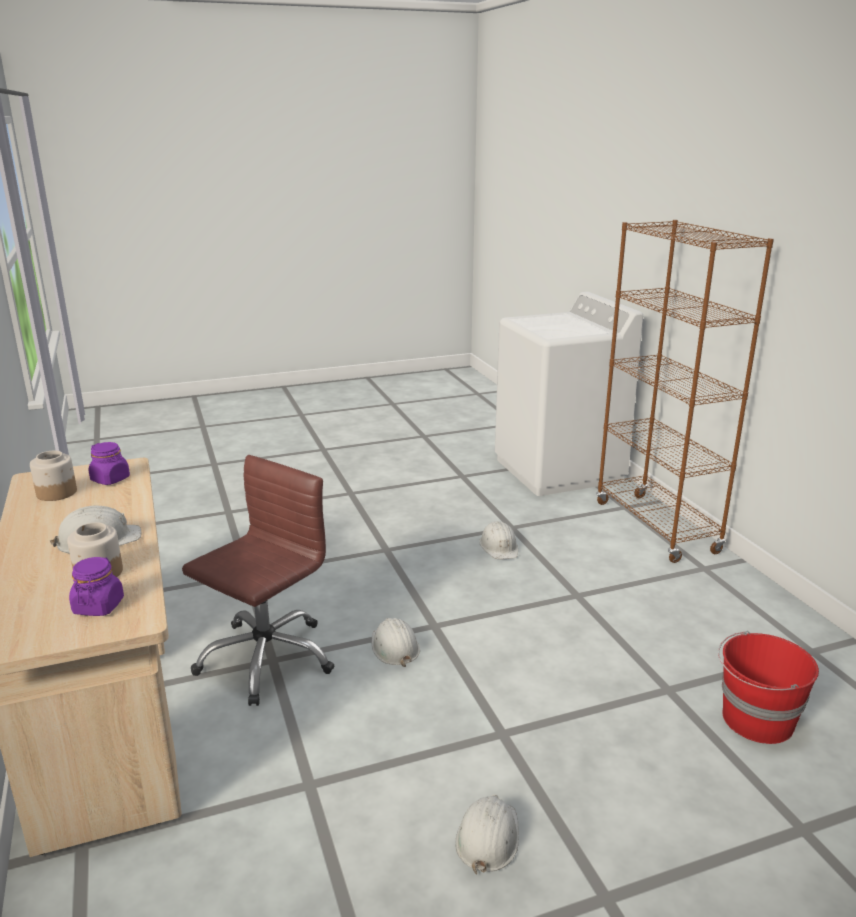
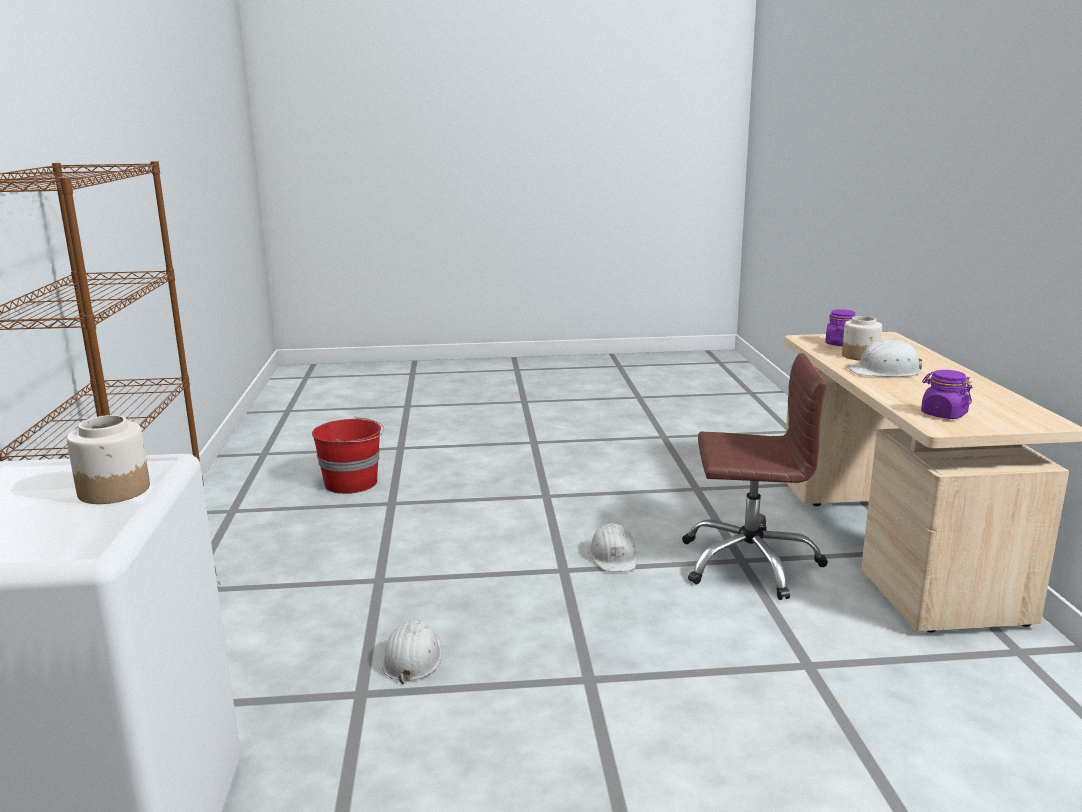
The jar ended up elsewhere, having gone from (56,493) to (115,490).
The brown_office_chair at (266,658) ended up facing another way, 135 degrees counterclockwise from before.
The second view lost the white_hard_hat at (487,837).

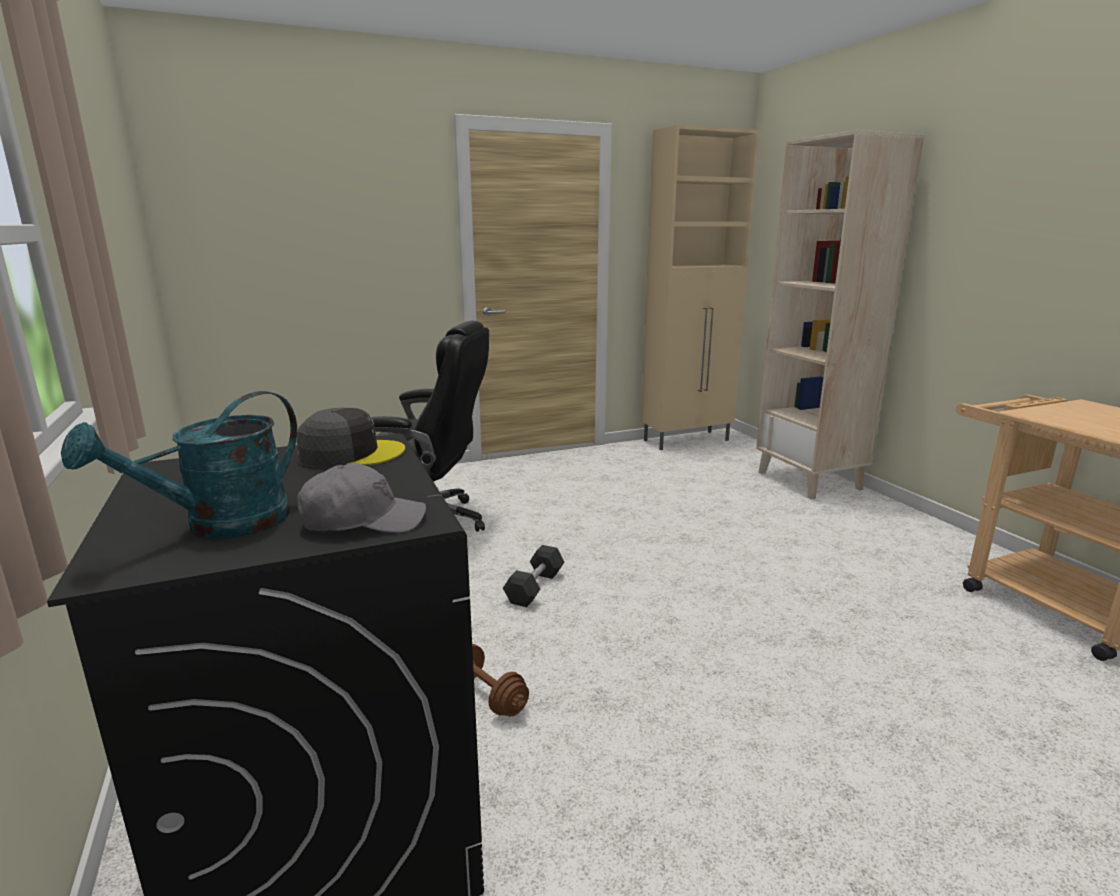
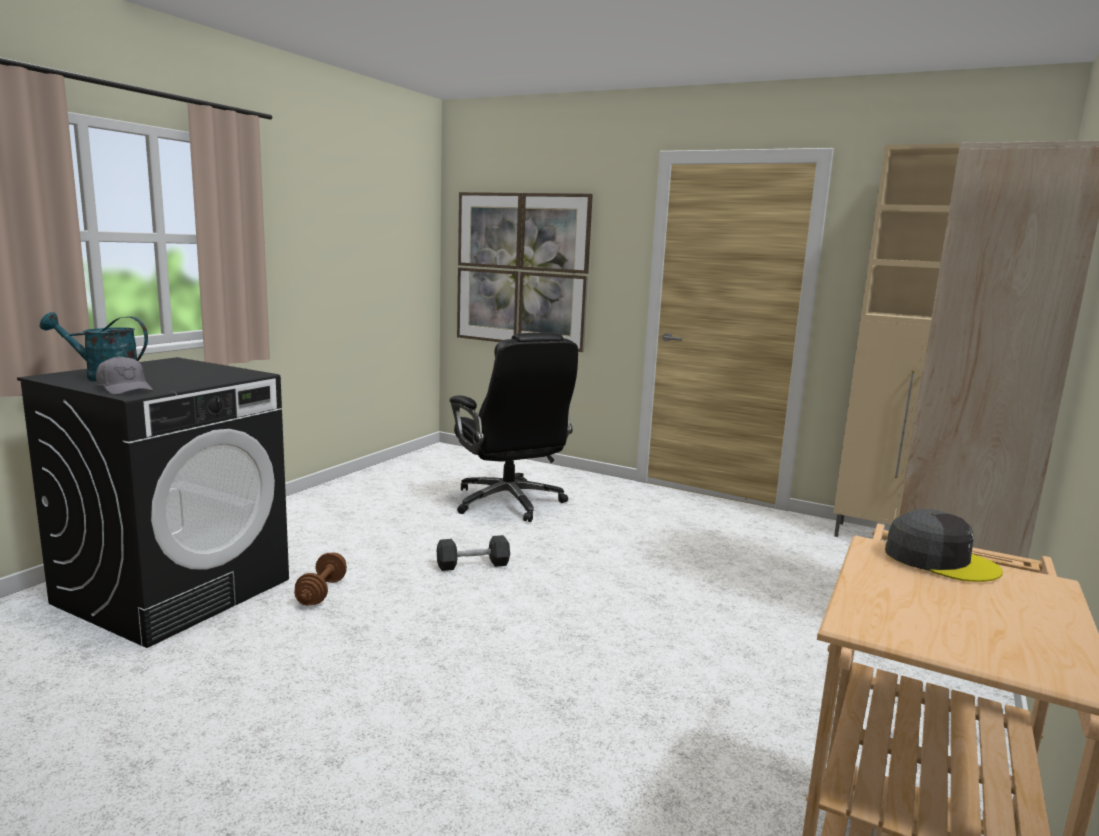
The grey_cap ended up elsewhere, having gone from (350,453) to (939,560).
The second view gained the picture at (521,270).

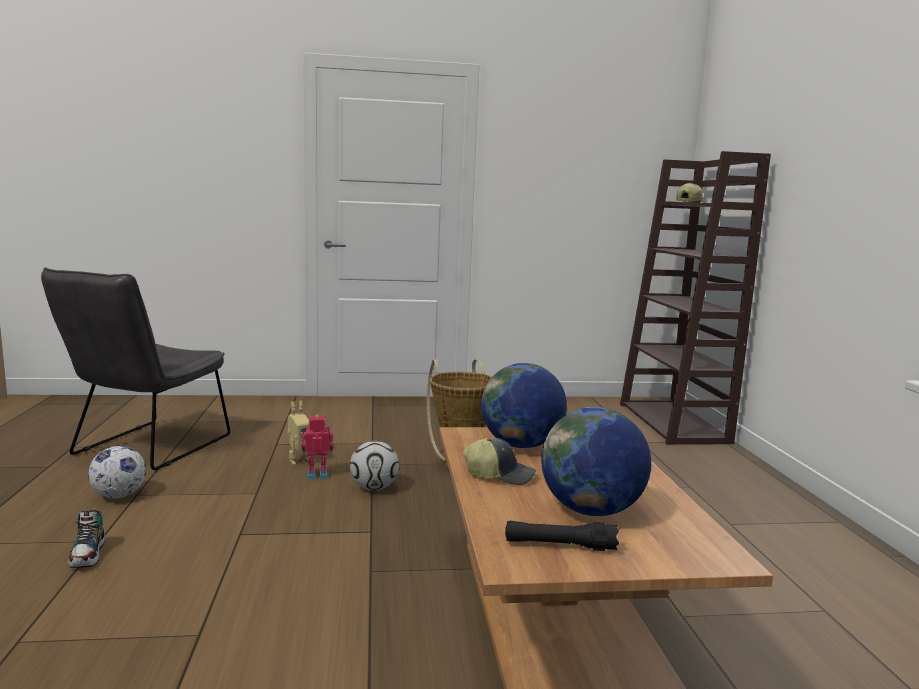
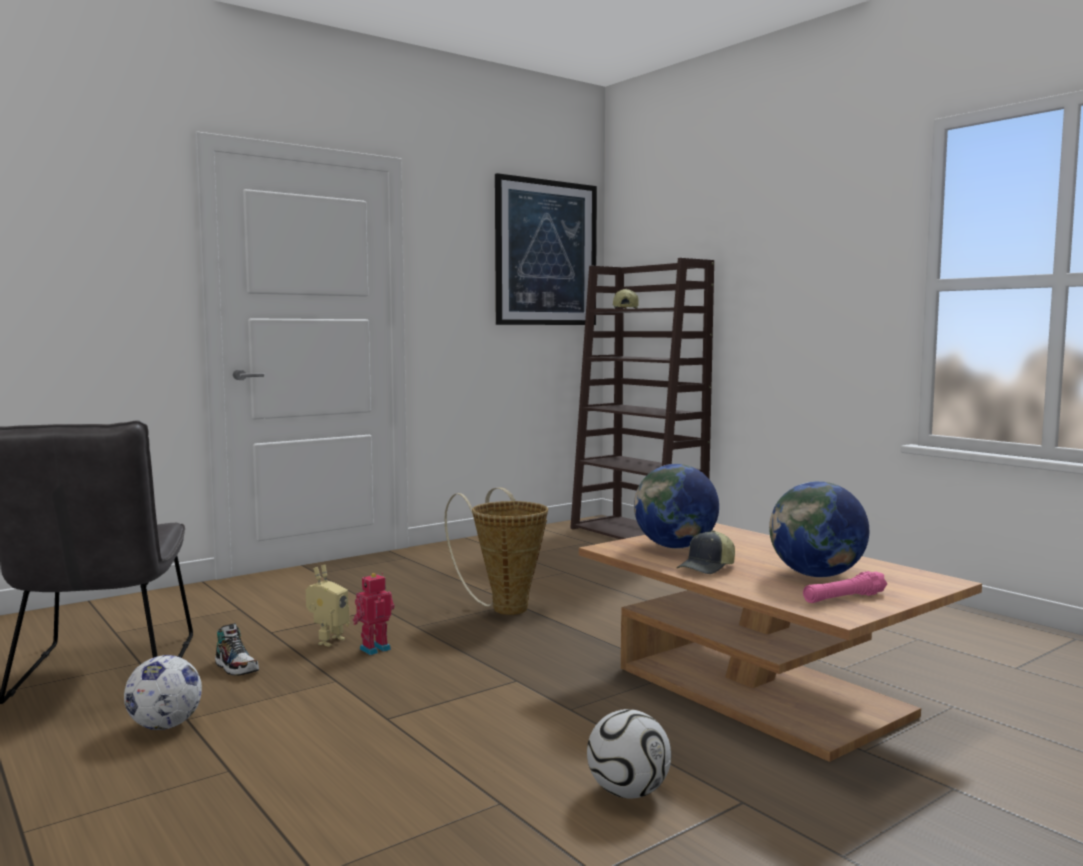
The cap at (500,475) ended up facing another way, 150 degrees clockwise from before.
The football ended up elsewhere, having gone from (373,488) to (628,792).
The shoe ended up elsewhere, having gone from (88,555) to (236,667).
What was the black_flashlight at (560,545) turned into the pink_flashlight at (844,598).
The second view gained the picture at (546,253).

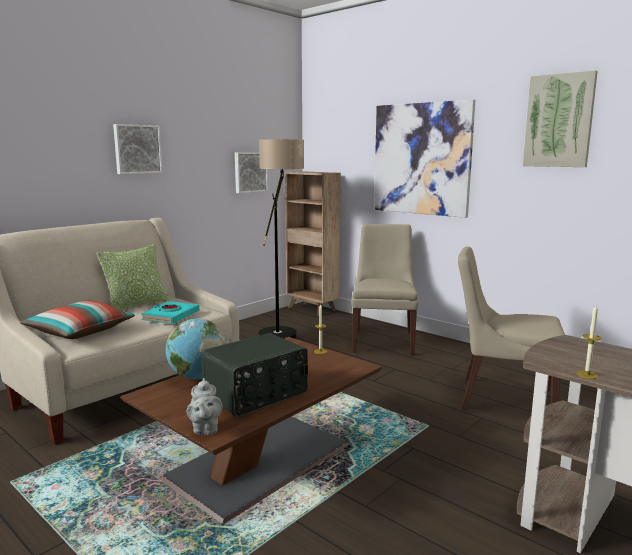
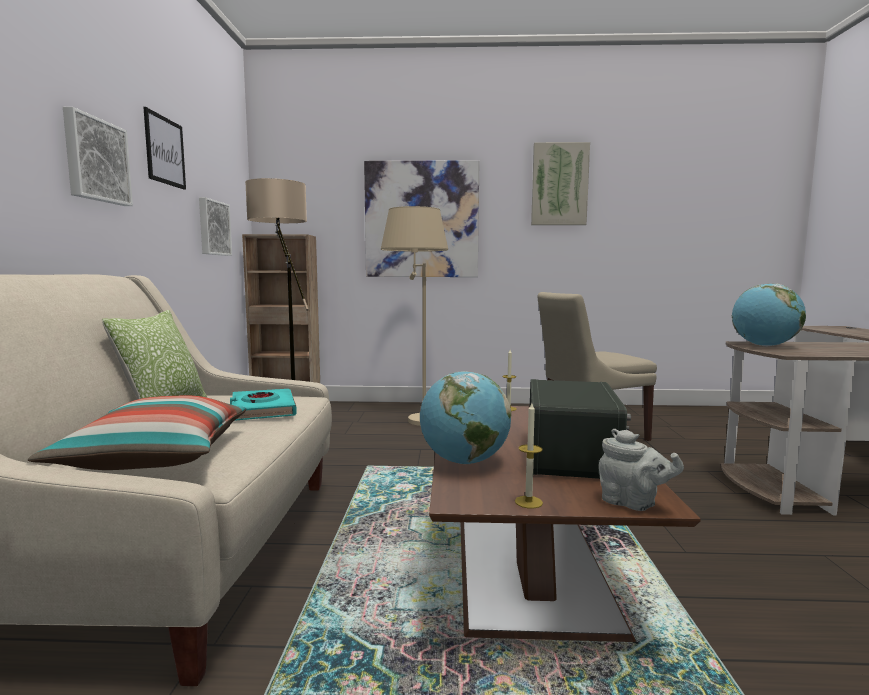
Where the beige_chair stood at (383,341), the beige_floor_lamp came to stand at (414,416).
The candle ended up elsewhere, having gone from (587,375) to (528,502).
The second view gained the picture at (165,151).
The second view gained the globe at (764,346).

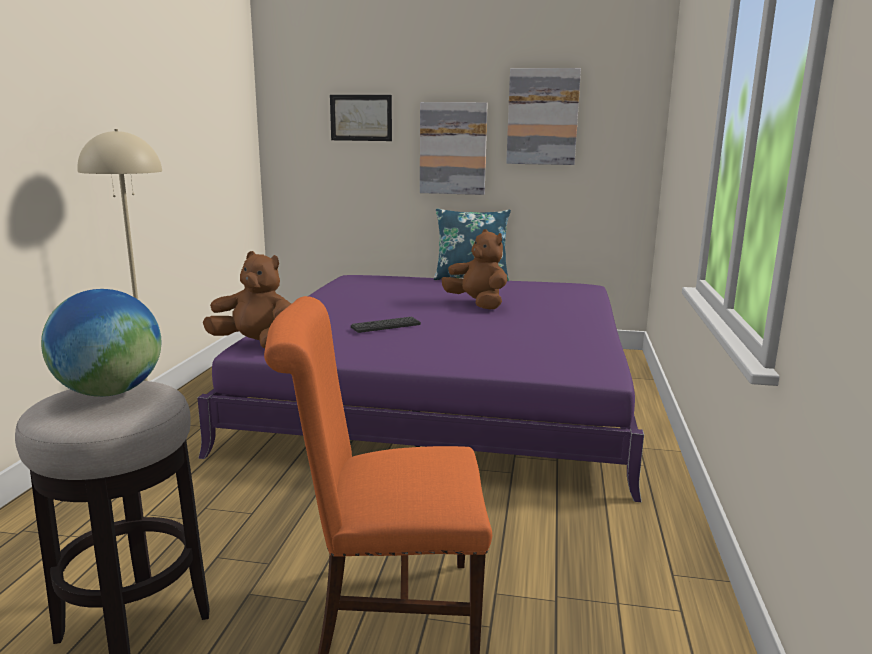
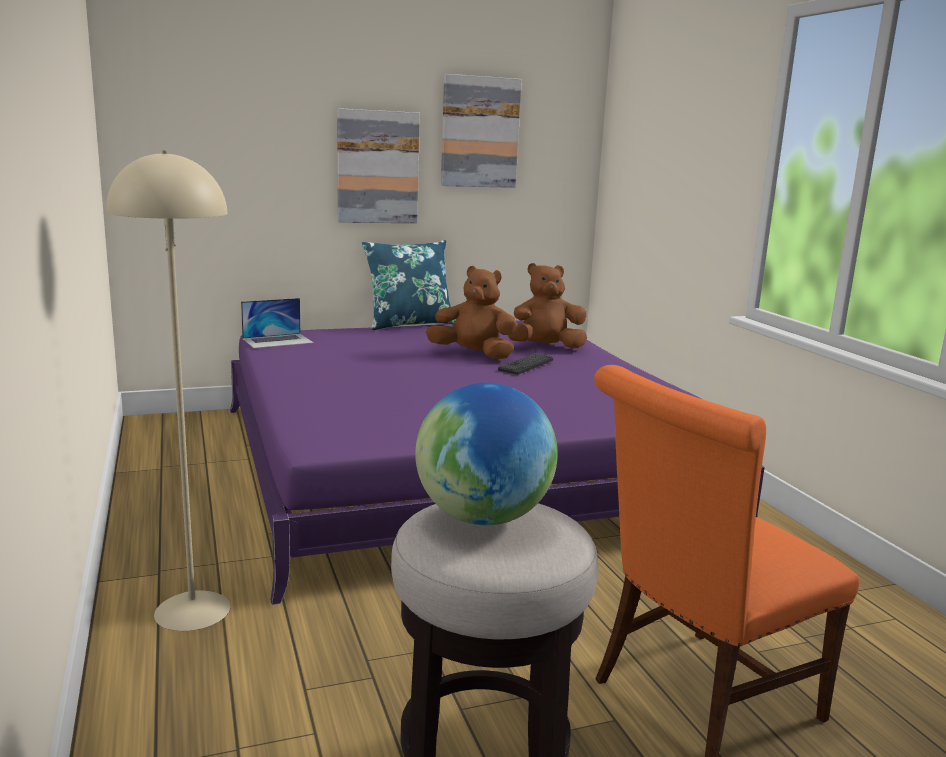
The second view lost the picture at (361,118).
The brown_plush_toy ended up elsewhere, having gone from (256,345) to (545,347).
The keyboard ended up elsewhere, having gone from (386,326) to (526,365).
The second view gained the laptop at (278,341).

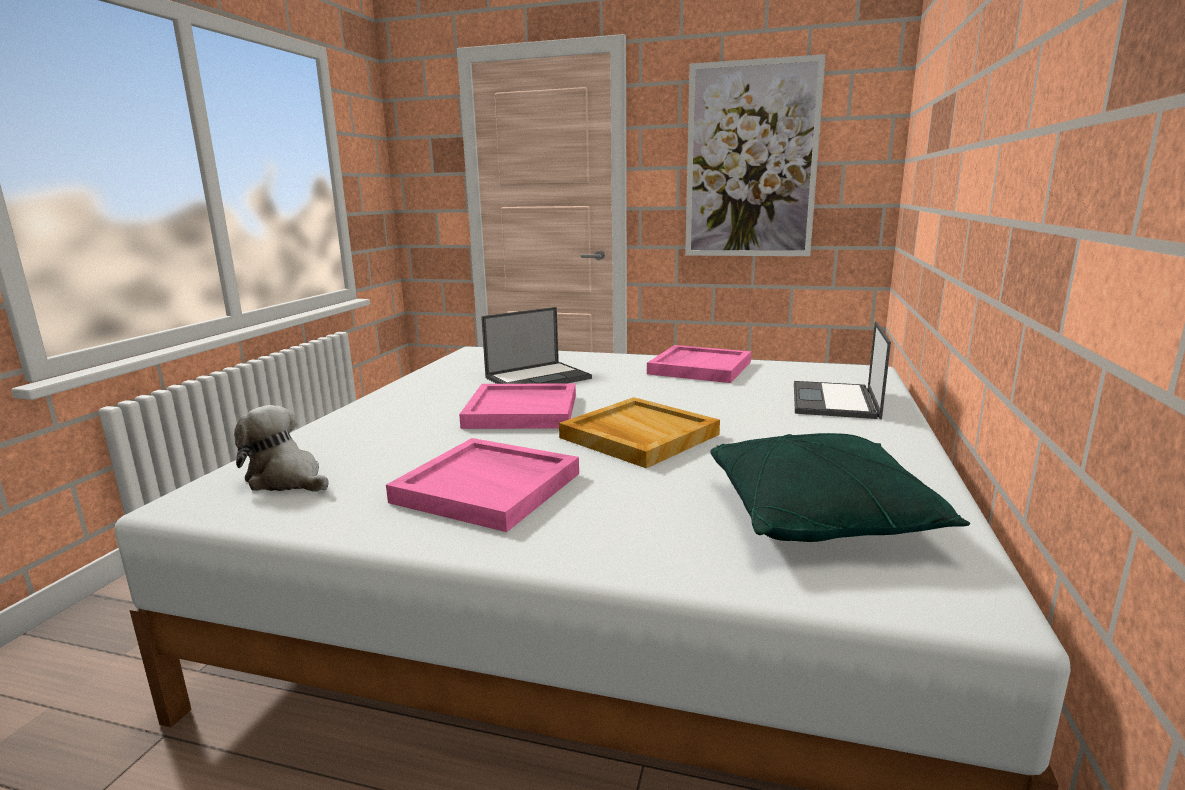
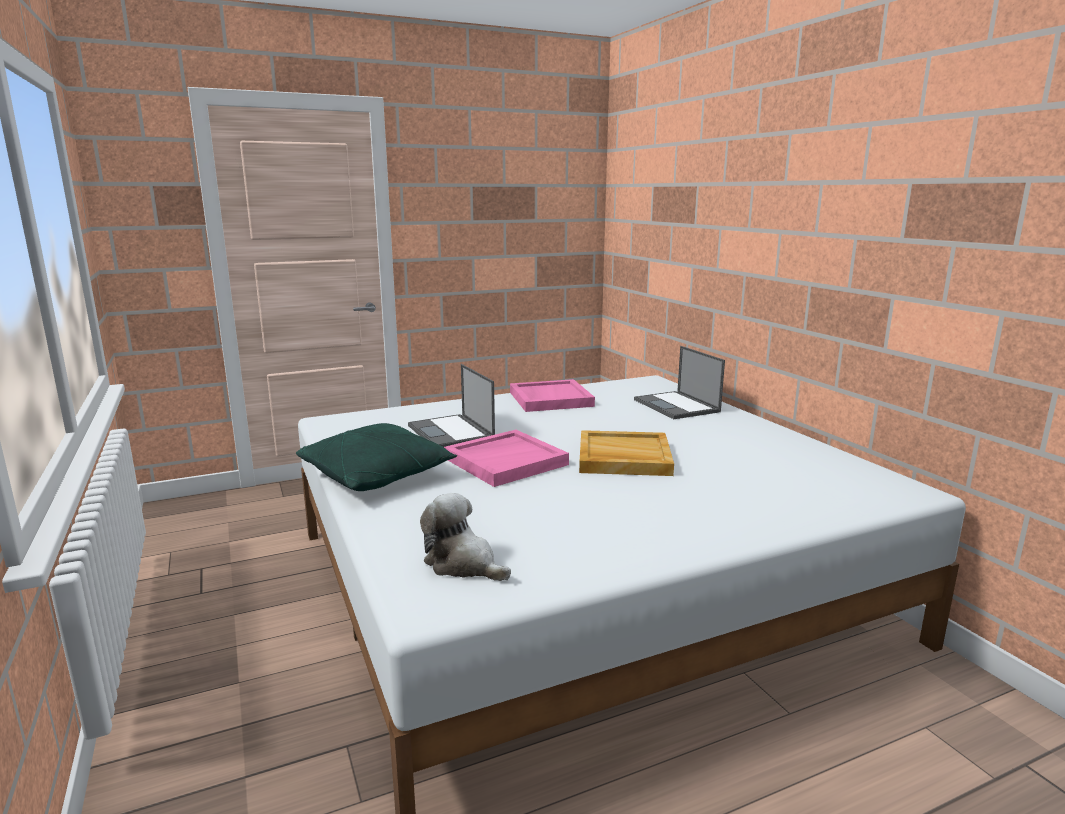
The second view lost the picture at (751,161).
The laptop at (539,378) ended up facing another way, 135 degrees clockwise from before.
The plush_toy at (287,480) ended up facing another way, 45 degrees clockwise from before.
The green_pillow ended up elsewhere, having gone from (821,516) to (378,475).
The second view lost the pink_tray at (489,487).

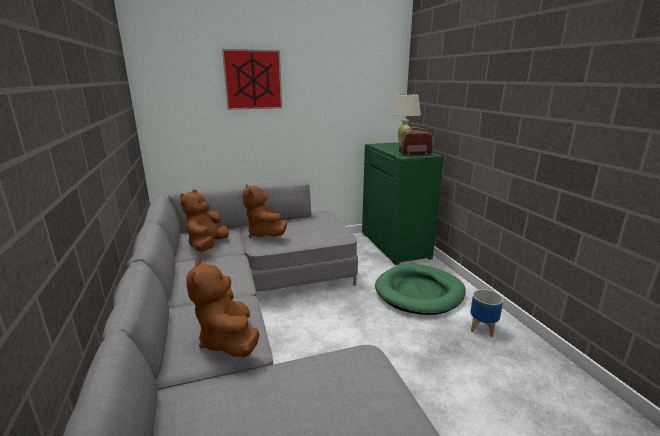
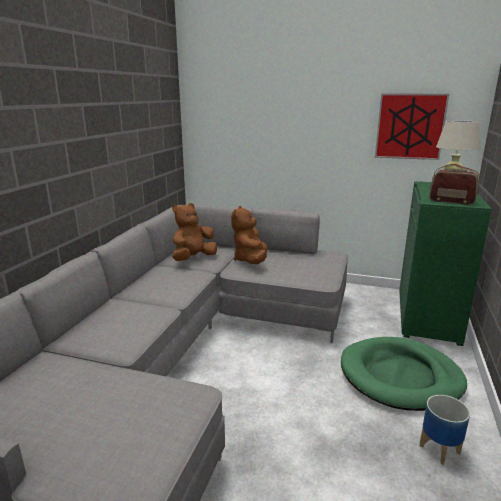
The picture ended up elsewhere, having gone from (253,80) to (410,126).
The second view lost the brown_plush_toy at (228,340).

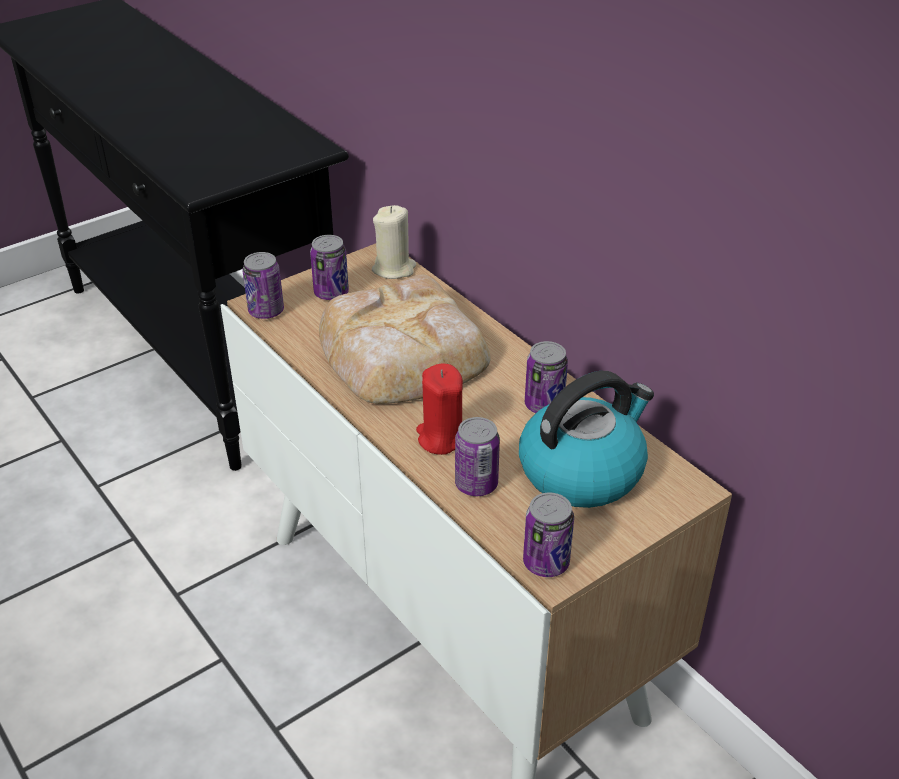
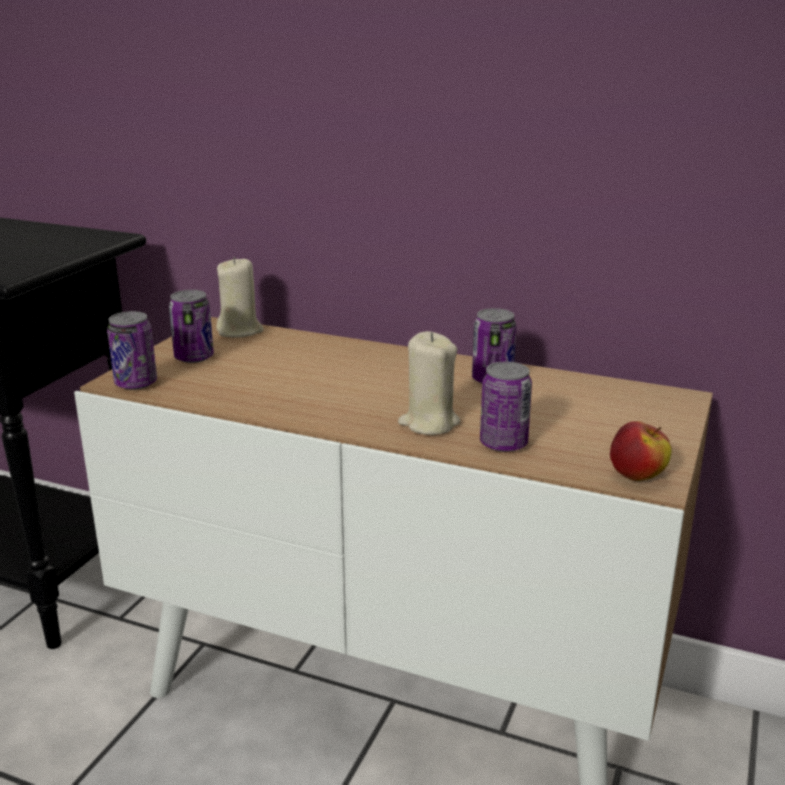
The second view lost the bread at (402,353).
What was the red_candle at (441,438) turned into the beige_candle at (429,423).
The second view lost the kettle at (582,471).
Where the can stood at (546,562), the apple came to stand at (637,476).

